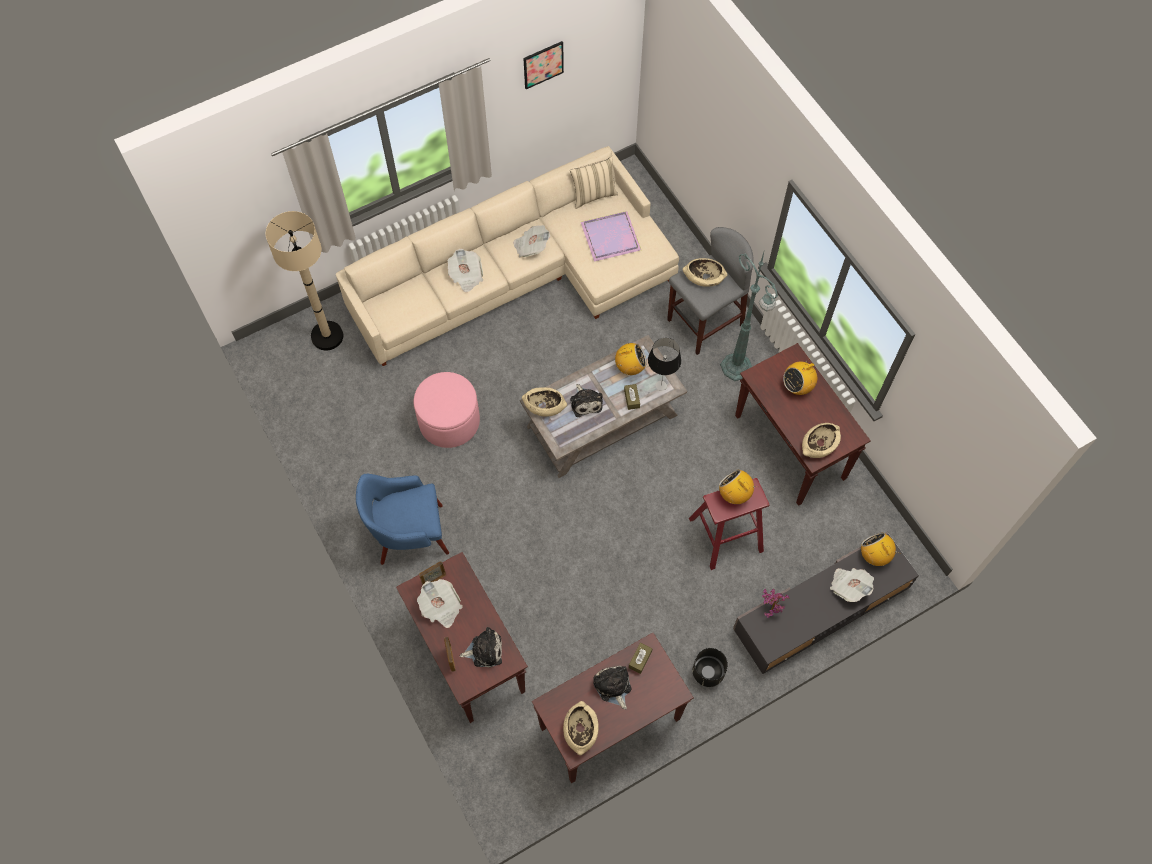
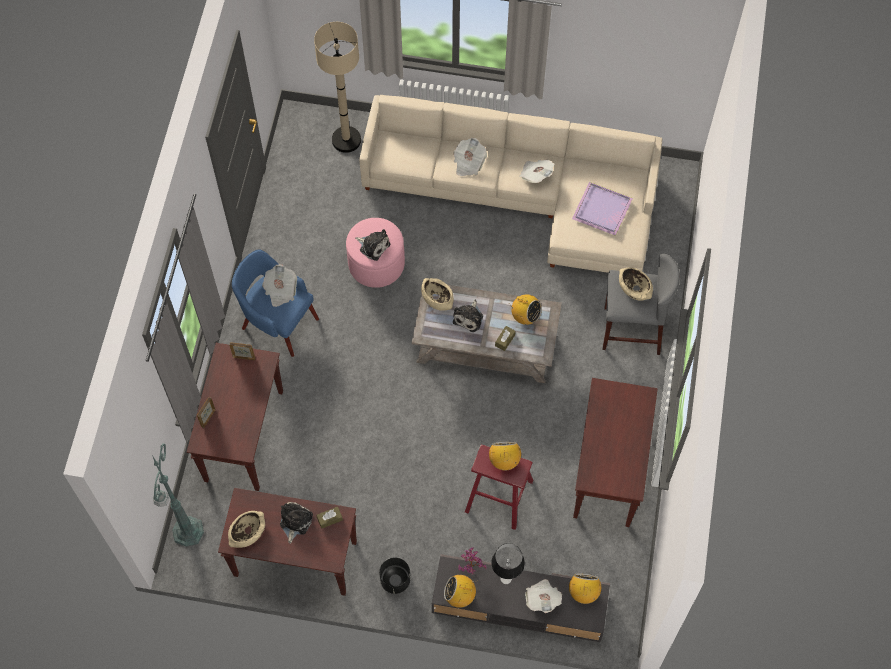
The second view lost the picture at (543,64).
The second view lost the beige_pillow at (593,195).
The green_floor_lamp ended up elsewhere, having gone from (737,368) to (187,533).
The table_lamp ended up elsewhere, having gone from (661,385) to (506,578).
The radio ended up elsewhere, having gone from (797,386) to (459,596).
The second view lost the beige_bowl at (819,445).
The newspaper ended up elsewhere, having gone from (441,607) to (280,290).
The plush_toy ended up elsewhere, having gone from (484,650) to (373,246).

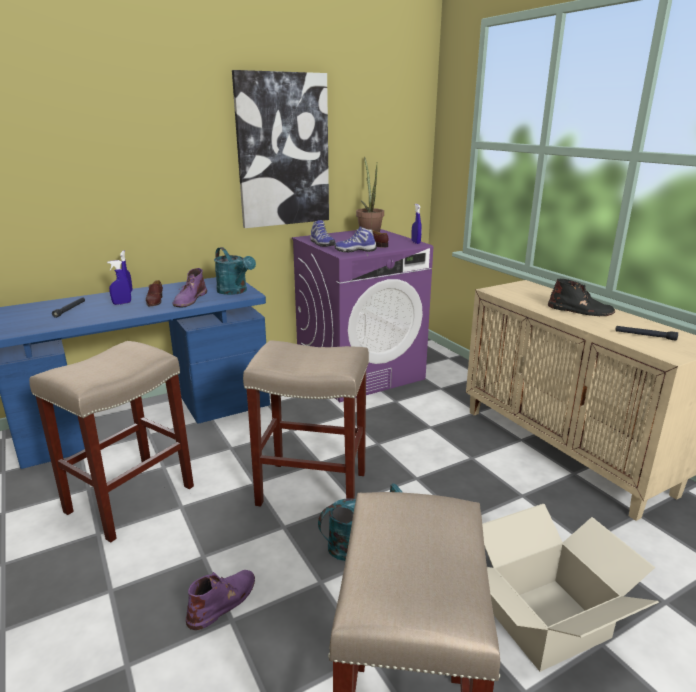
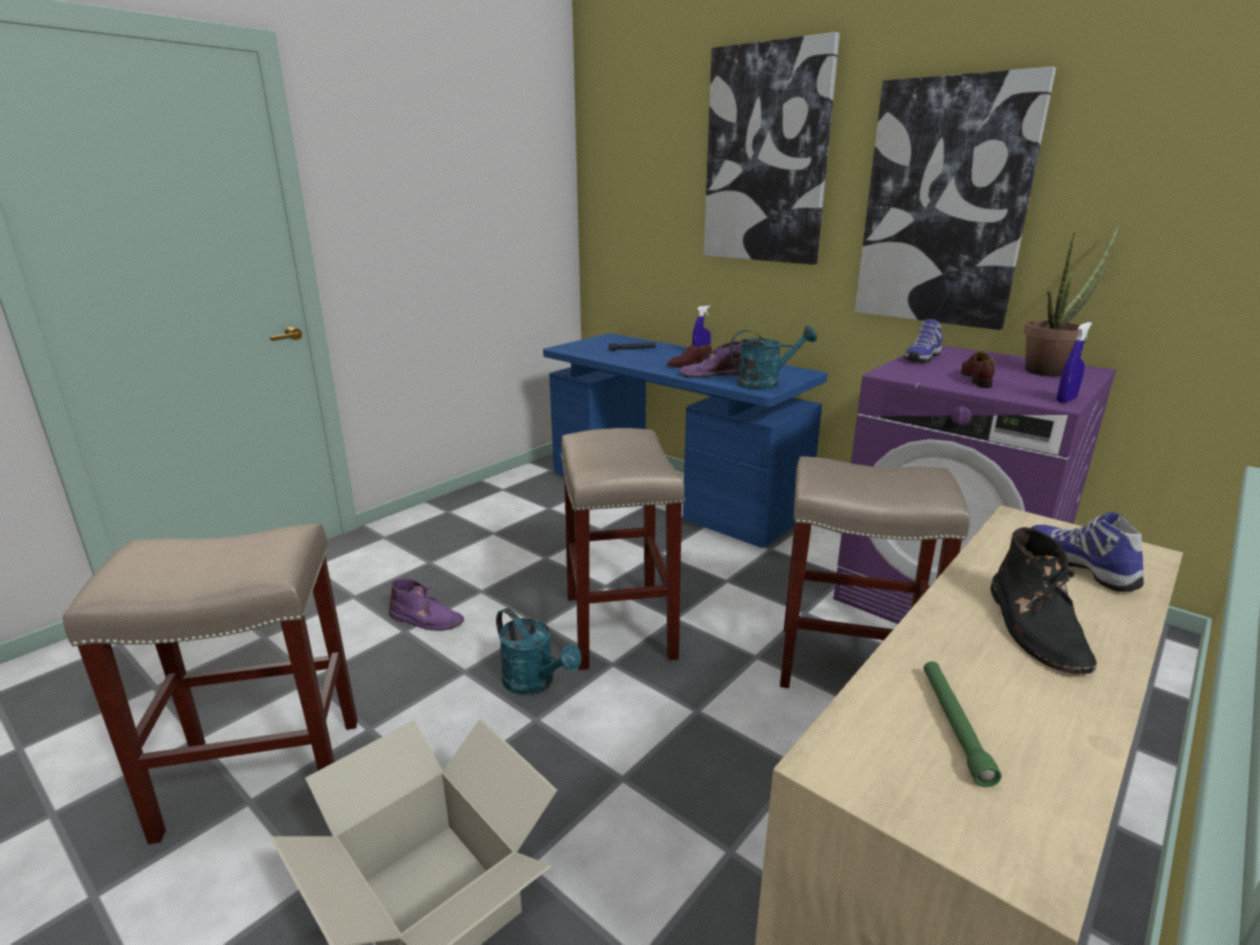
The shoe ended up elsewhere, having gone from (355,250) to (1081,567).
The turquoise_watering_can at (235,291) ended up facing another way, 135 degrees counterclockwise from before.
The second view lost the blue_spray_bottle at (122,303).
What was the black_flashlight at (645,336) turned into the green_flashlight at (954,725).
The beige_stool ended up elsewhere, having gone from (129,500) to (847,665).
The second view gained the picture at (766,156).

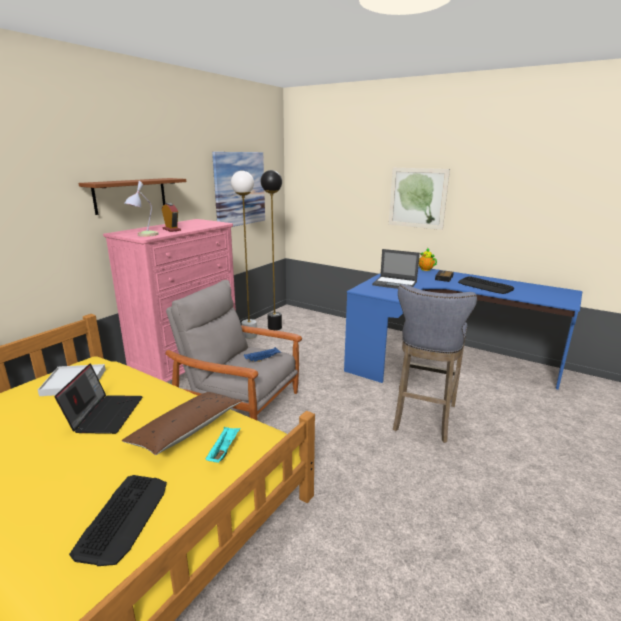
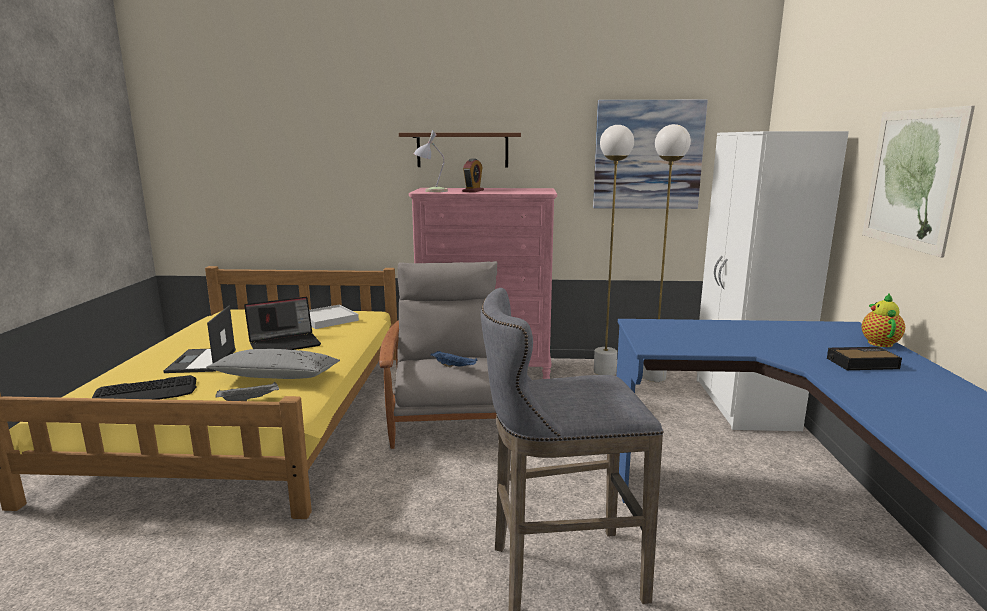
What was the black_floor_lamp at (275,327) turned into the white_floor_lamp at (654,378).
The laptop ended up elsewhere, having gone from (395,283) to (201,361).
The second view lost the keyboard at (485,286).
What was the brown_pillow at (186,430) turned into the grey_pillow at (277,376).
What was the turquoise_tray at (223,451) turned into the grey_tray at (250,400).
The second view gained the white_wardrobe at (742,403).

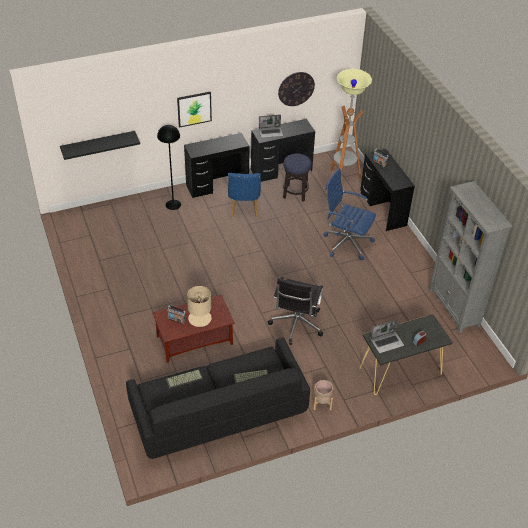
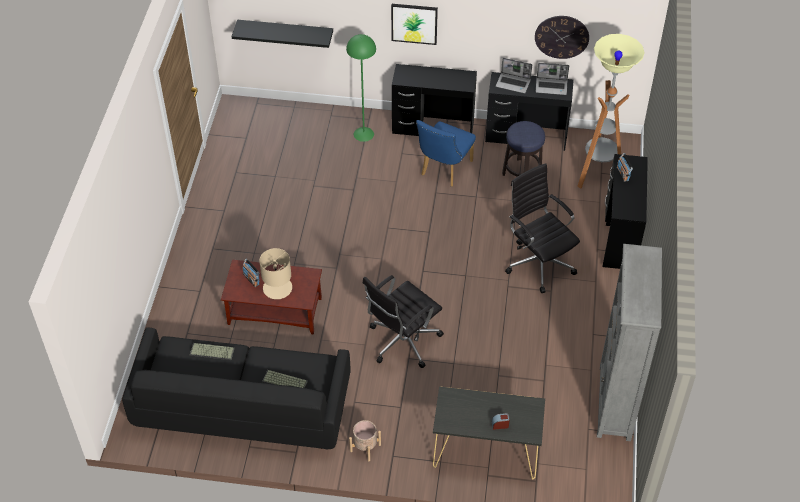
What was the black_floor_lamp at (173,204) turned into the green_floor_lamp at (363,134).
What was the blue_office_chair at (346,243) turned into the black_office_chair at (538,262).
The laptop ended up elsewhere, having gone from (387,342) to (551,87).

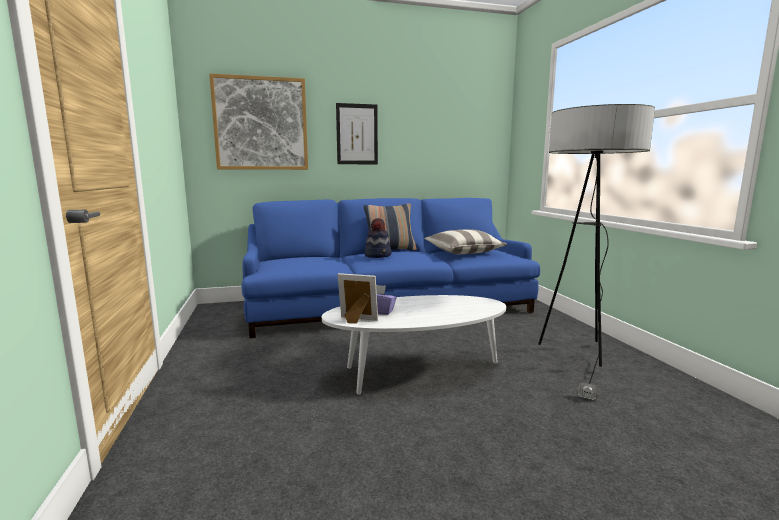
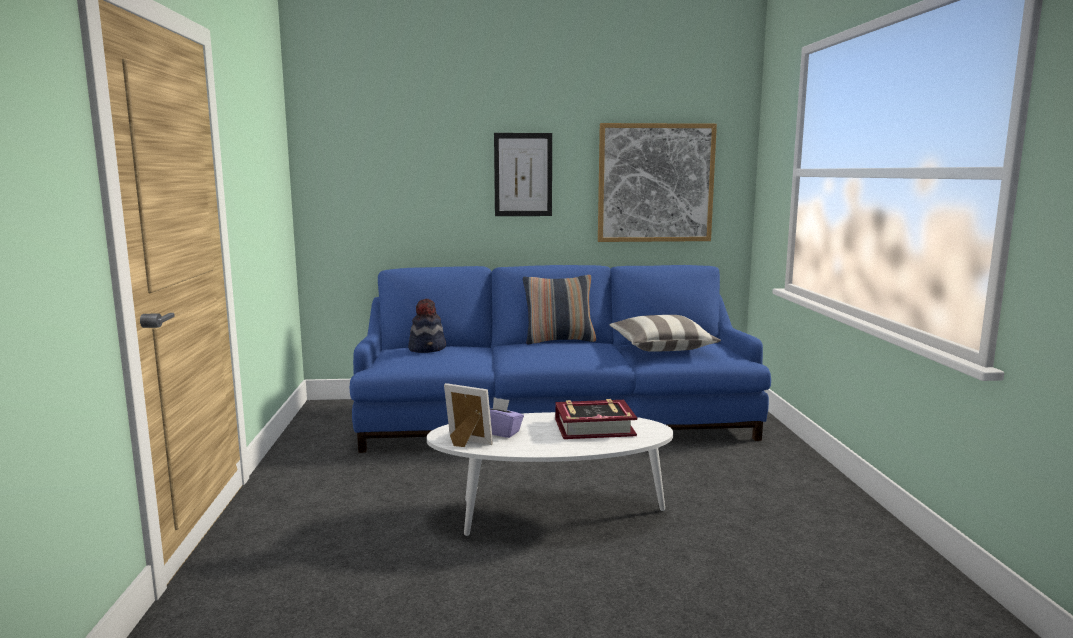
The picture ended up elsewhere, having gone from (261,124) to (655,183).
The second view lost the floor_lamp at (578,357).
The hat ended up elsewhere, having gone from (378,255) to (428,349).
The second view gained the book at (594,427).

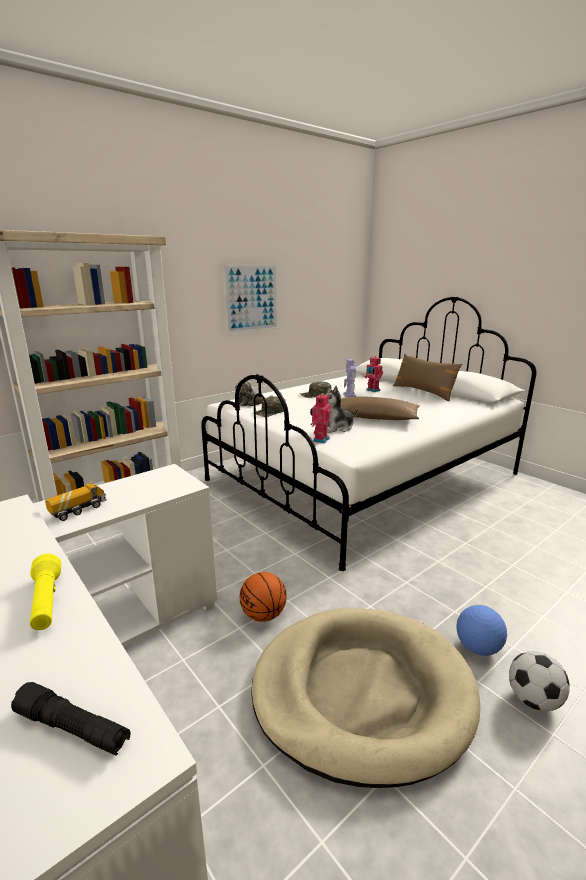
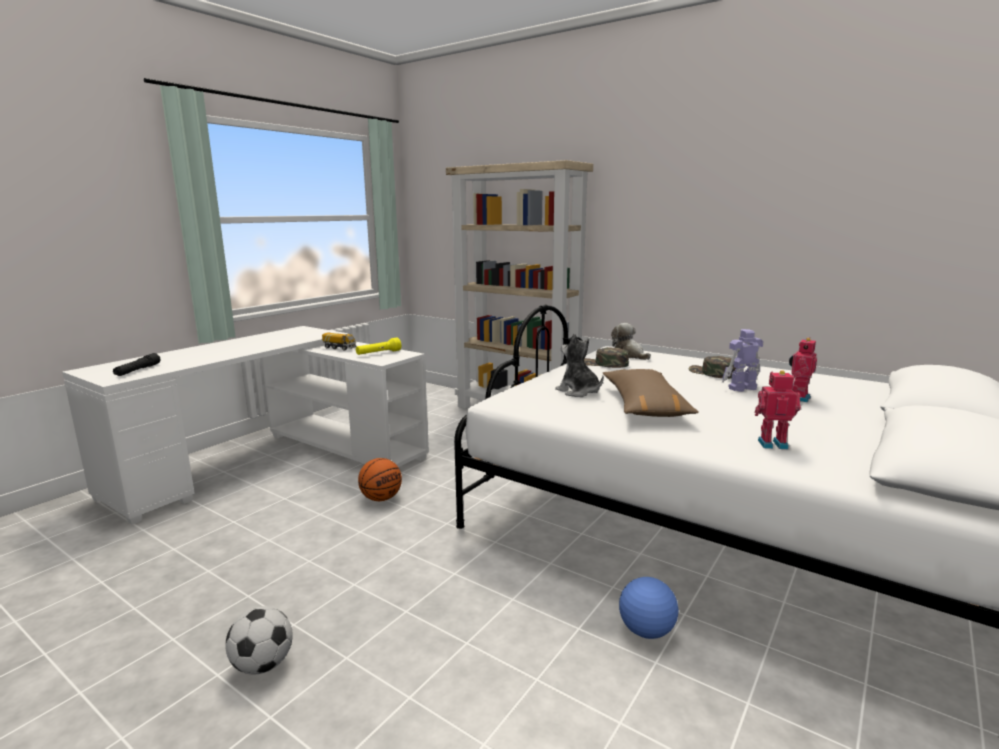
The second view lost the picture at (251,298).
The second view lost the brown_pillow at (423,392).
The toy_robot ended up elsewhere, having gone from (320,439) to (772,443).
The yellow_flashlight ended up elsewhere, having gone from (46,602) to (378,353).
The football ended up elsewhere, having gone from (477,648) to (646,631).
The second view lost the beige_dog_bed at (361,692).

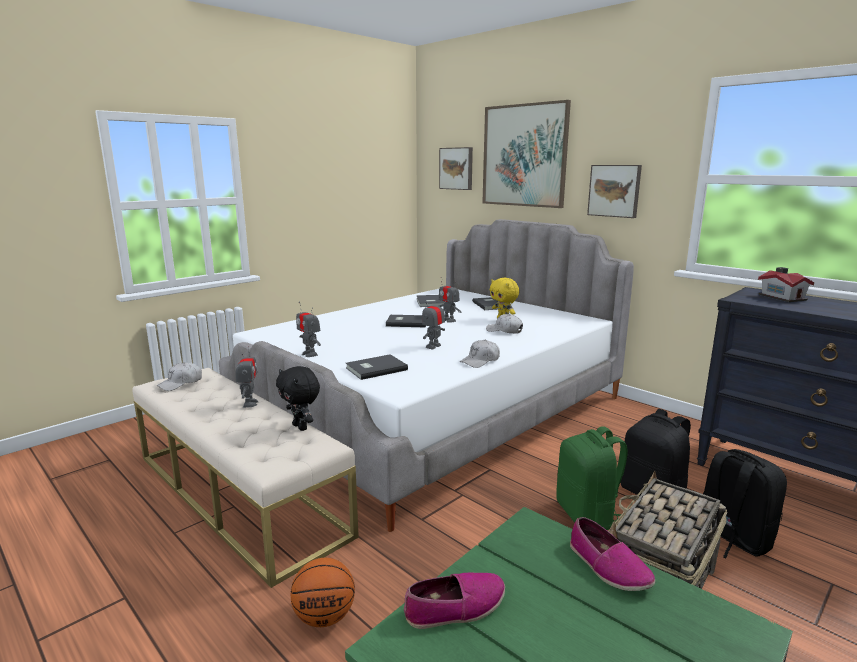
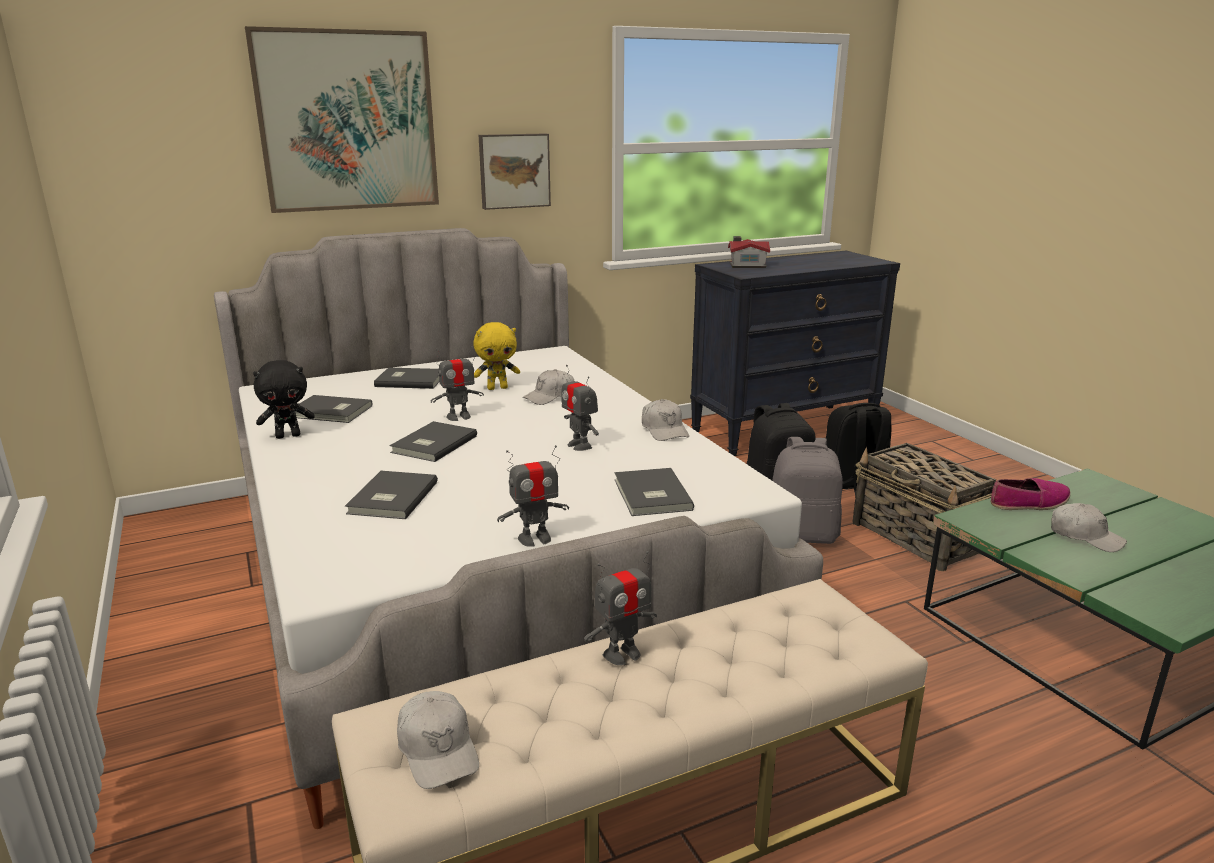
The second view lost the picture at (457,168).
The toy_robot at (249,403) ended up facing another way, 135 degrees clockwise from before.
The black_plush_toy ended up elsewhere, having gone from (301,427) to (288,436).
What was the green_backpack at (588,515) turned into the grey_backpack at (802,535).
The second view lost the basketball at (324,617).
The second view lost the shoe at (455,608).
The second view gained the grey_book at (390,498).
The second view gained the white_cap at (1085,537).

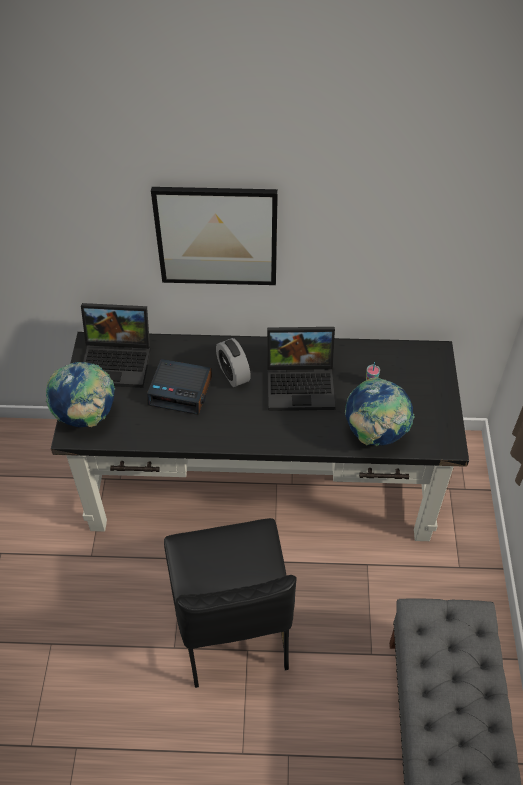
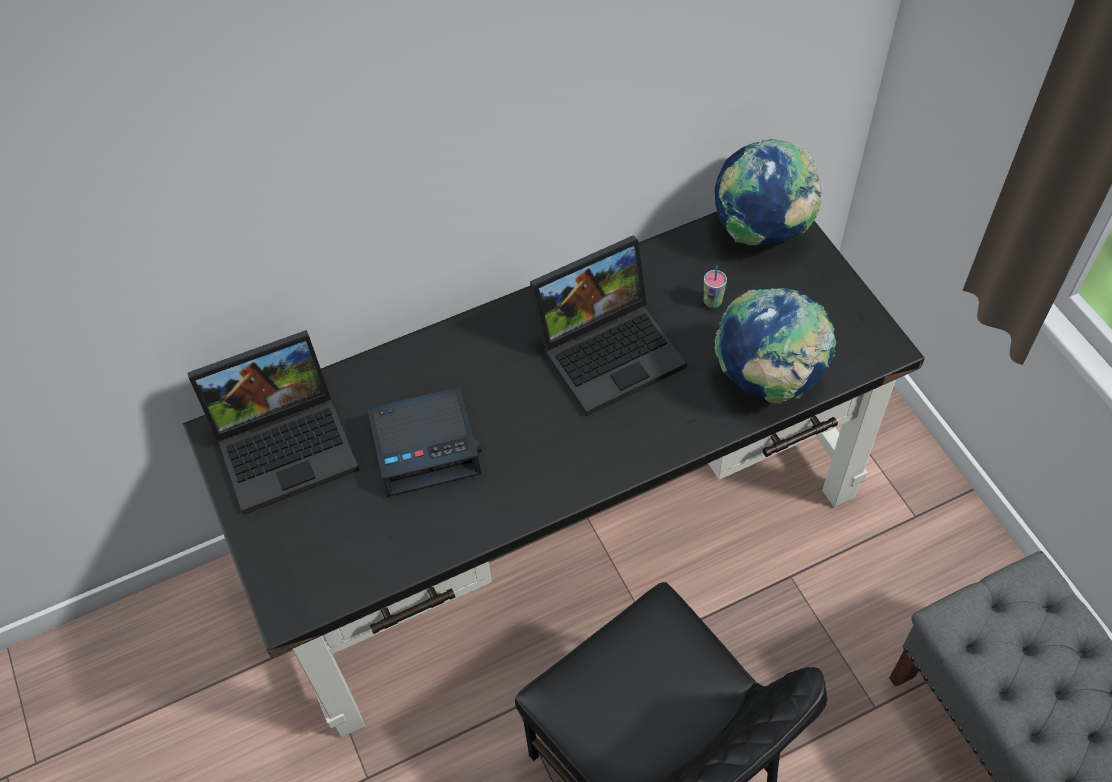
The second view lost the picture at (217,236).
The second view lost the alarm_clock at (233,374).
The globe ended up elsewhere, having gone from (87,416) to (761,231).

